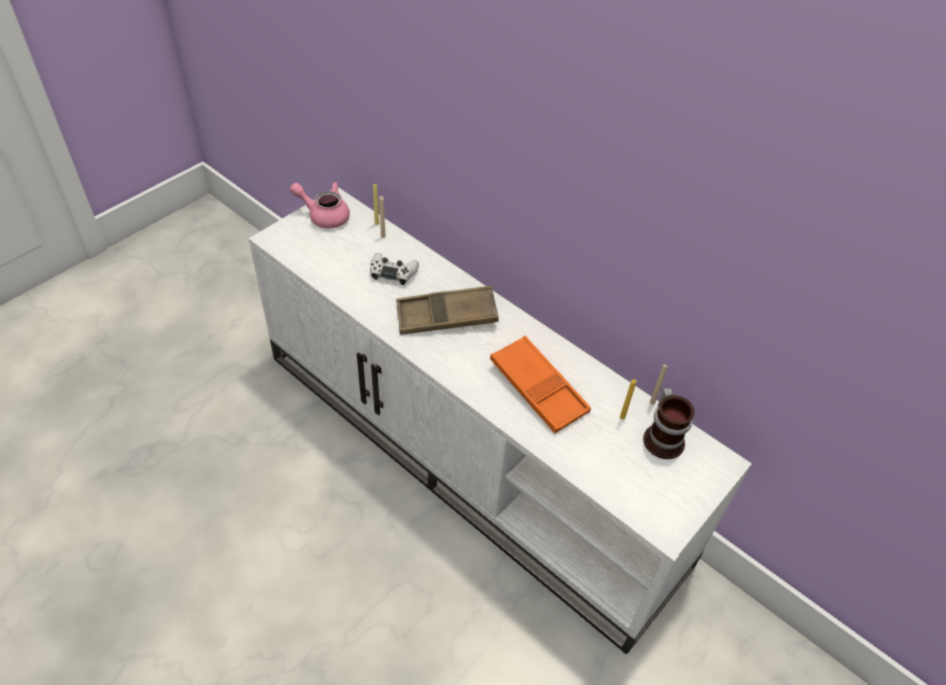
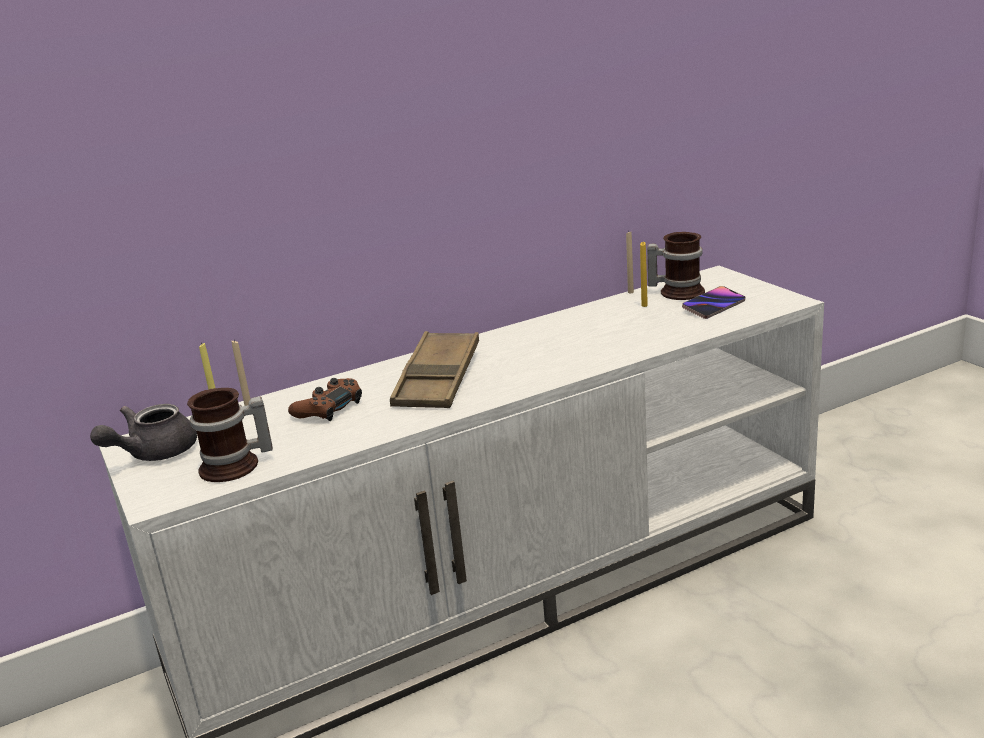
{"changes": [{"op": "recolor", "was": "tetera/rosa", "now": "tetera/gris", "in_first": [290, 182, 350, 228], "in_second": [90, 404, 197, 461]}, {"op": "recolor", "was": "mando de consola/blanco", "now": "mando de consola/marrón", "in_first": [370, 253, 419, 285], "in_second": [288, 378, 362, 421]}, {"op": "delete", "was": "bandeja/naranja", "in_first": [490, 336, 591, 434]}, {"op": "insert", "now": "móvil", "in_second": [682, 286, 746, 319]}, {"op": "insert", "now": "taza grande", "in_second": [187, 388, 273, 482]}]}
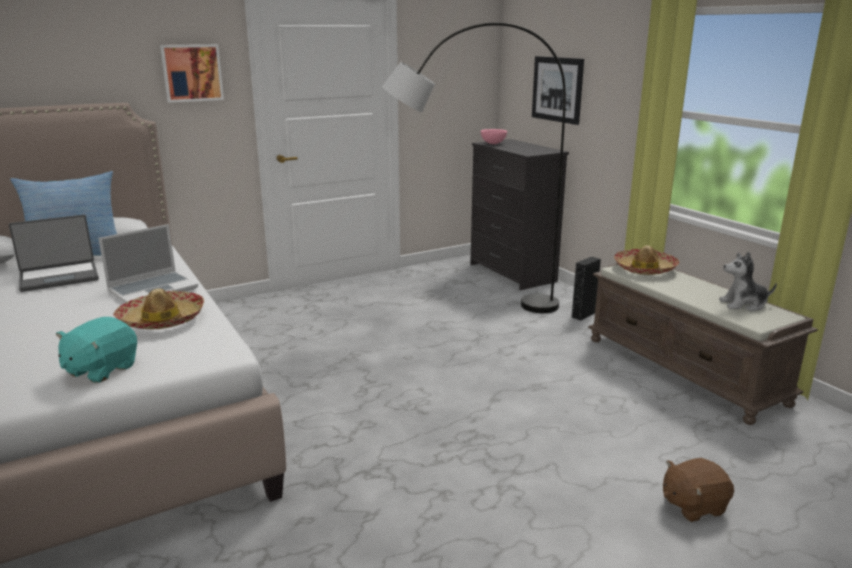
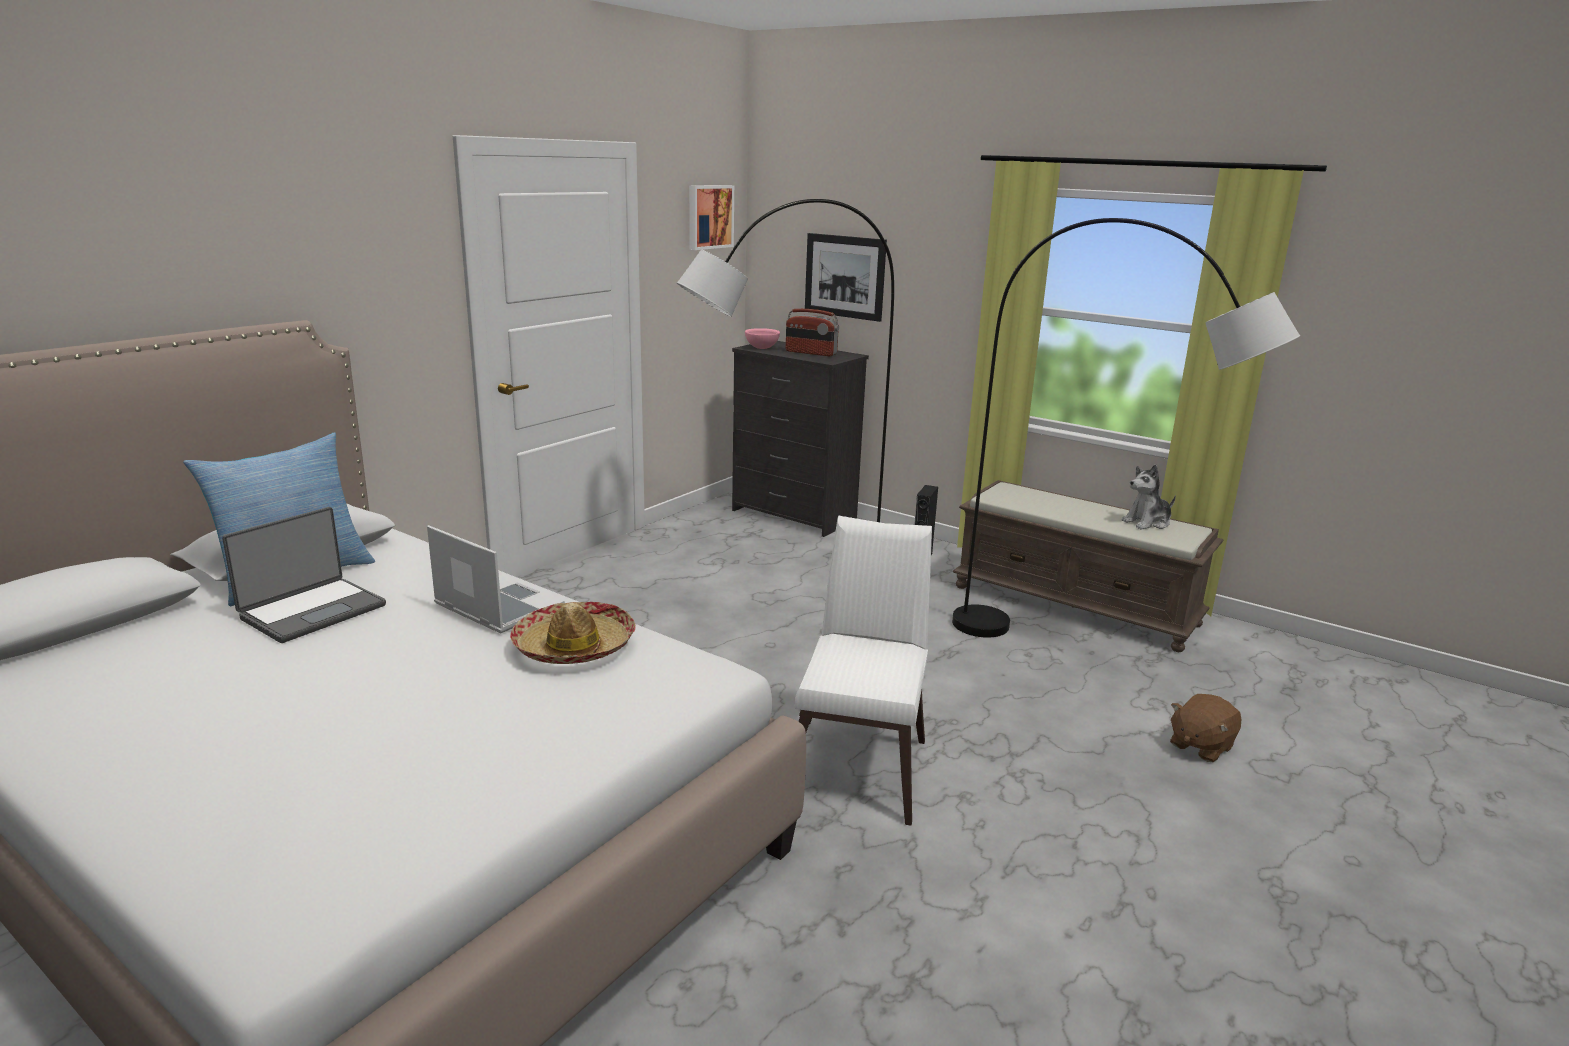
{"changes": [{"op": "move", "was": "cuadro", "in_first": [160, 44, 224, 103], "in_second": [689, 185, 734, 250]}, {"op": "rotate", "was": "portátil", "in_first": [98, 224, 198, 303], "in_second": [427, 525, 565, 634], "clockwise": -75}, {"op": "delete", "was": "sombrero", "in_first": [614, 245, 679, 275]}, {"op": "delete", "was": "peluche/turquesa", "in_first": [56, 317, 137, 383]}, {"op": "insert", "now": "lámpara de pie/gris", "in_second": [952, 218, 1300, 638]}, {"op": "insert", "now": "radio", "in_second": [786, 309, 839, 356]}, {"op": "insert", "now": "silla/blanco", "in_second": [795, 516, 932, 826]}]}
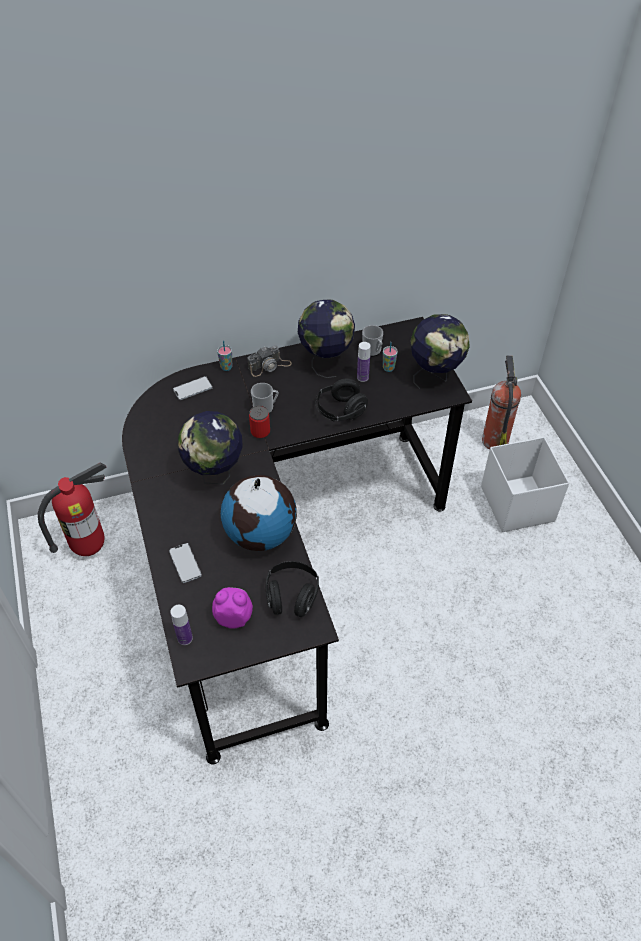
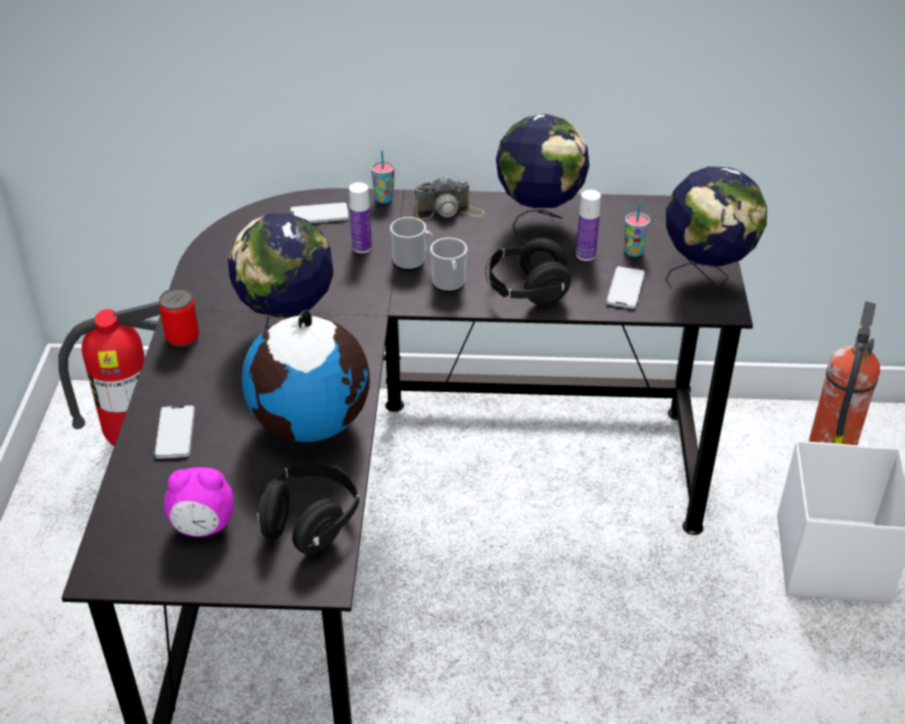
{"changes": [{"op": "move", "was": "taza grande", "in_first": [362, 325, 383, 357], "in_second": [430, 238, 467, 292]}, {"op": "move", "was": "lata", "in_first": [249, 405, 270, 439], "in_second": [159, 288, 199, 347]}, {"op": "rotate", "was": "despertador", "in_first": [212, 587, 253, 629], "in_second": [164, 467, 234, 537], "clockwise": 150}, {"op": "move", "was": "botella", "in_first": [170, 605, 193, 645], "in_second": [349, 182, 372, 253]}, {"op": "insert", "now": "móvil", "in_second": [606, 266, 645, 309]}]}
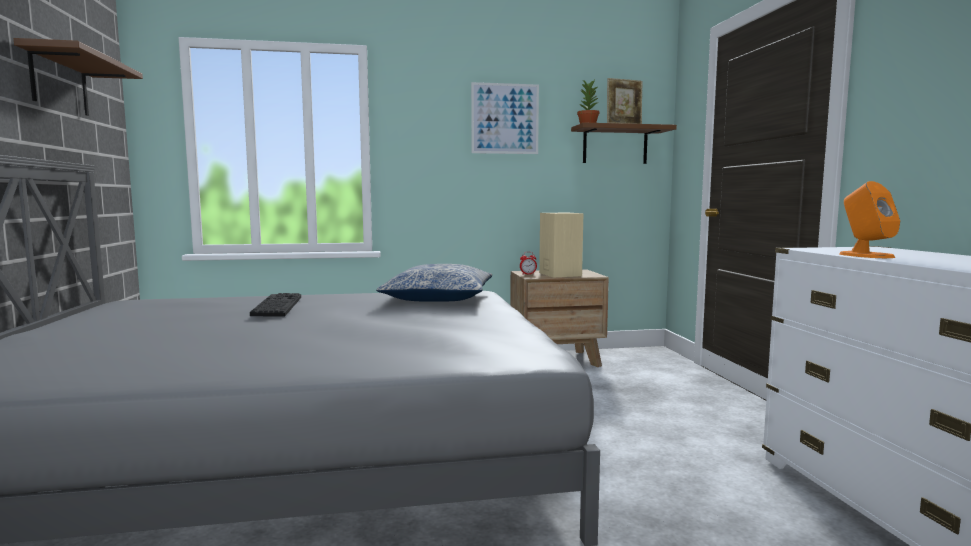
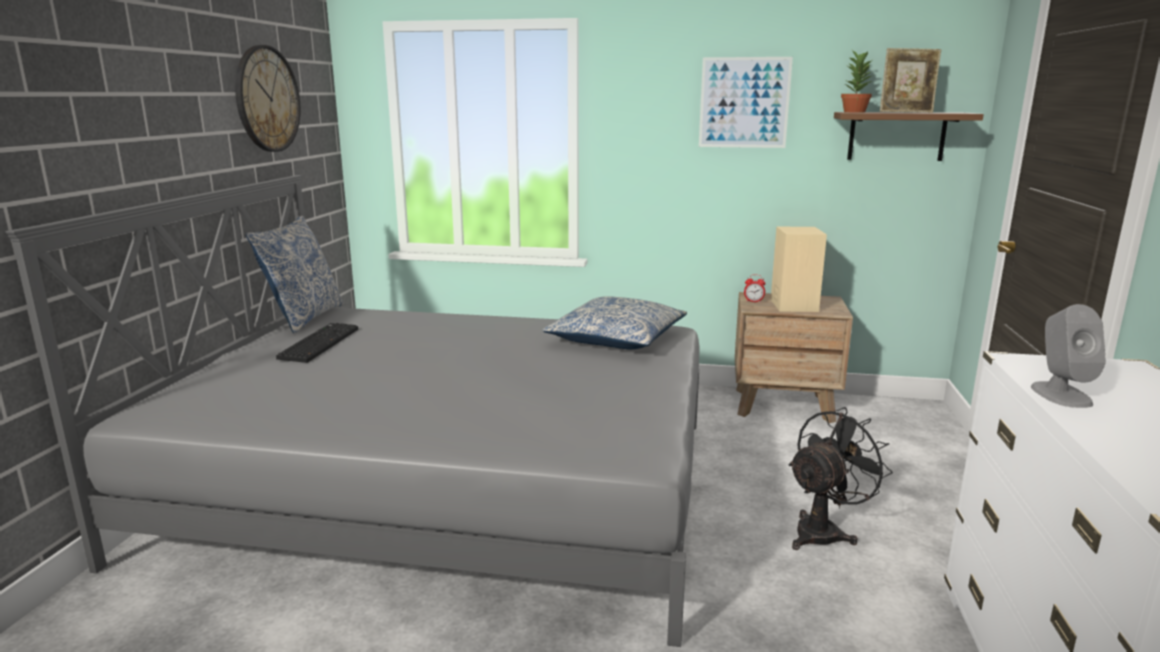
{"changes": [{"op": "replace", "was": "estante/marrón", "now": "reloj de pared", "in_first": [13, 38, 143, 116], "in_second": [235, 45, 301, 152]}, {"op": "recolor", "was": "altavoz/naranja", "now": "altavoz/gris", "in_first": [839, 181, 900, 258], "in_second": [1031, 304, 1106, 408]}, {"op": "move", "was": "teclado", "in_first": [250, 293, 301, 317], "in_second": [276, 323, 358, 363]}, {"op": "insert", "now": "cojín", "in_second": [246, 216, 344, 333]}, {"op": "insert", "now": "ventilador/negro", "in_second": [788, 407, 893, 550]}]}
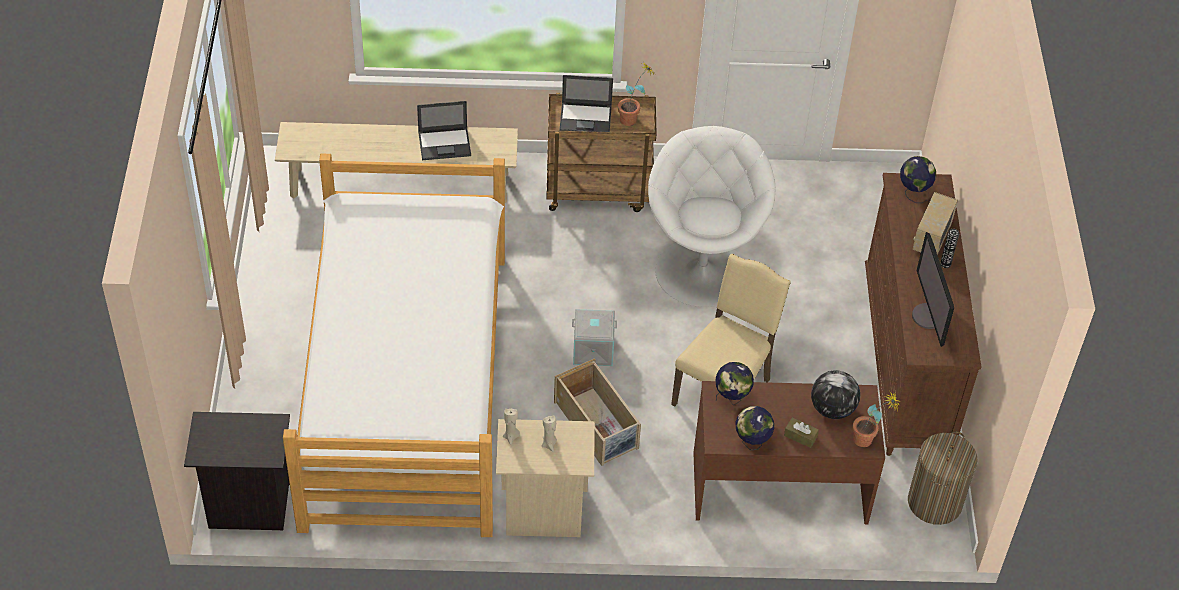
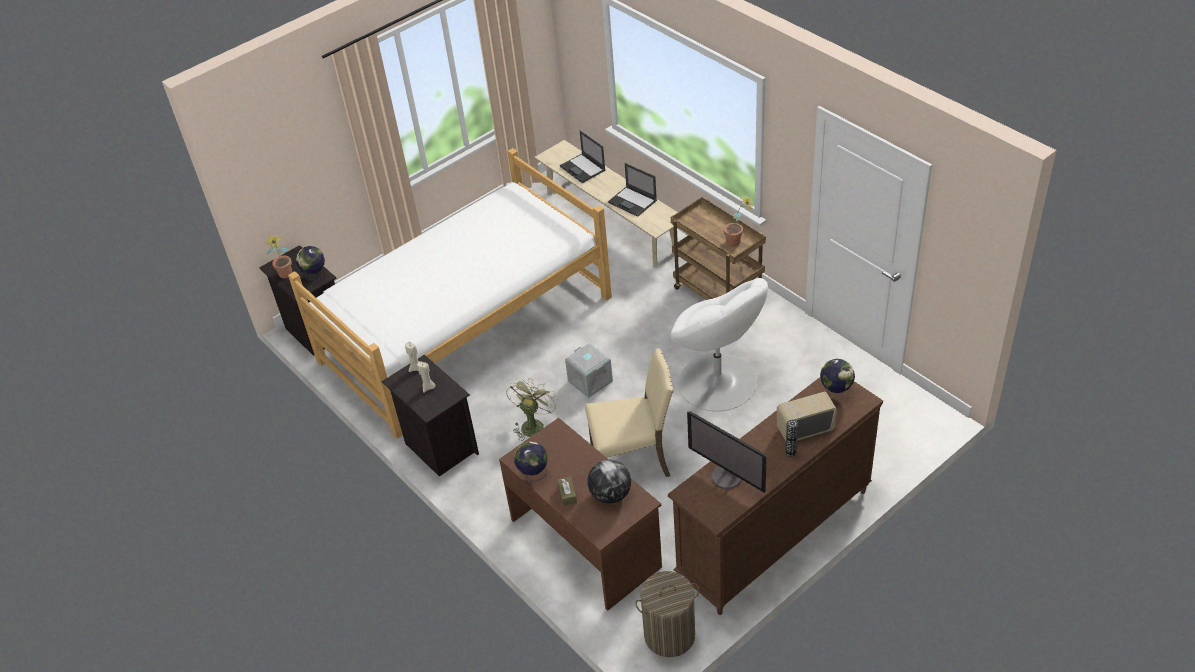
{"changes": [{"op": "move", "was": "portátil", "in_first": [559, 75, 613, 132], "in_second": [560, 131, 606, 183]}, {"op": "rotate", "was": "sillón/blanco", "in_first": [648, 126, 776, 307], "in_second": [670, 278, 768, 411], "clockwise": 90}, {"op": "rotate", "was": "monitor", "in_first": [912, 232, 954, 347], "in_second": [687, 411, 767, 493], "clockwise": -90}, {"op": "replace", "was": "caja de almacenaje/beis", "now": "ventilador/verde", "in_first": [554, 358, 641, 466], "in_second": [506, 378, 558, 441]}, {"op": "move", "was": "globo terráqueo", "in_first": [716, 362, 754, 406], "in_second": [296, 246, 325, 280]}, {"op": "move", "was": "planta en maceta", "in_first": [852, 391, 901, 447], "in_second": [265, 234, 292, 278]}, {"op": "recolor", "was": "mesita de noche/beis", "now": "mesita de noche/negro", "in_first": [496, 419, 595, 537], "in_second": [382, 355, 479, 477]}]}
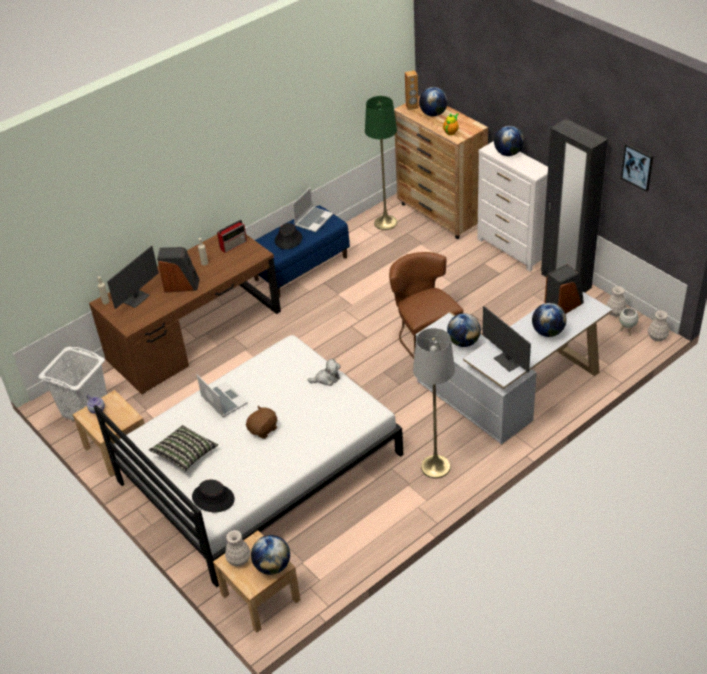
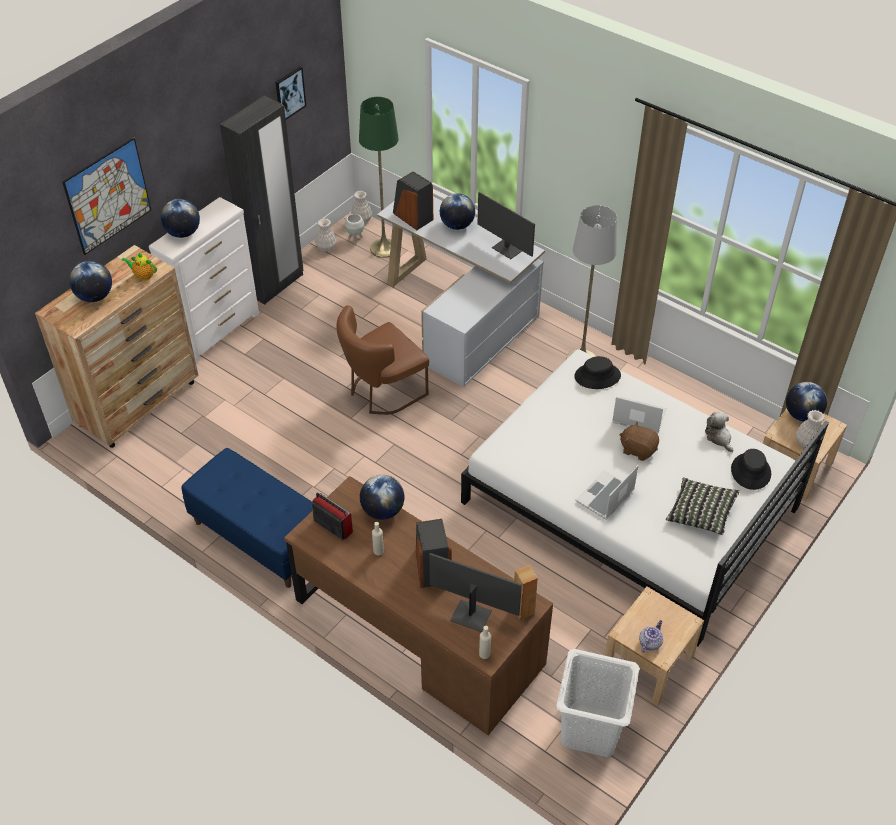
{"changes": [{"op": "move", "was": "altavoz/marrón", "in_first": [405, 70, 418, 110], "in_second": [514, 565, 538, 620]}, {"op": "move", "was": "lámpara de pie/verde", "in_first": [365, 96, 398, 230], "in_second": [359, 97, 399, 258]}, {"op": "move", "was": "portátil", "in_first": [292, 187, 333, 232], "in_second": [612, 397, 666, 434]}, {"op": "move", "was": "sombrero/negro", "in_first": [275, 223, 302, 249], "in_second": [574, 356, 621, 389]}, {"op": "rotate", "was": "monitor", "in_first": [482, 306, 531, 372], "in_second": [478, 192, 535, 259], "clockwise": 90}, {"op": "move", "was": "globo terráqueo", "in_first": [447, 313, 481, 347], "in_second": [360, 475, 404, 520]}, {"op": "move", "was": "peluche", "in_first": [307, 359, 341, 386], "in_second": [705, 412, 734, 452]}, {"op": "insert", "now": "cuadro", "in_second": [62, 137, 151, 255]}]}
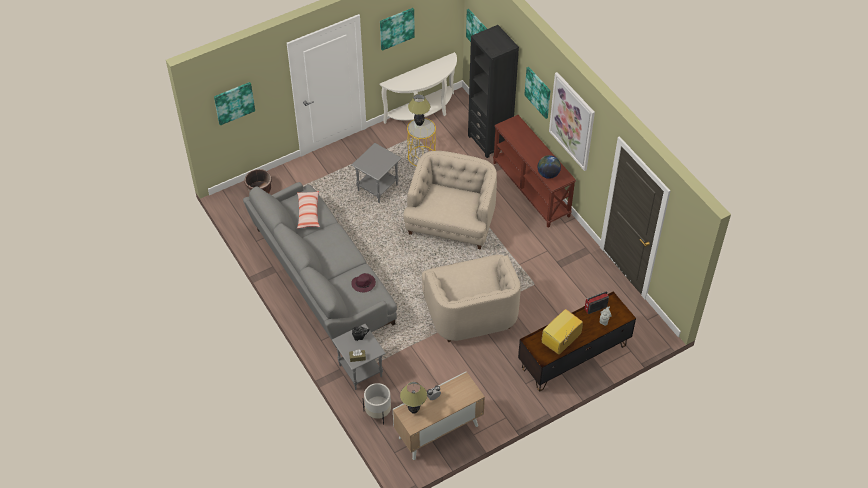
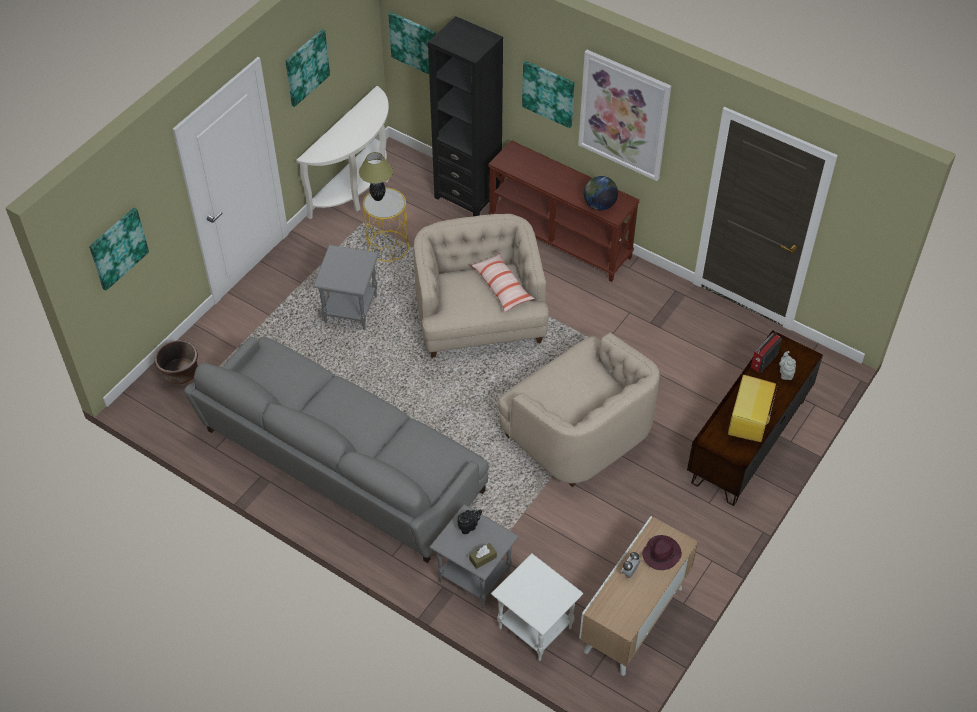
{"changes": [{"op": "move", "was": "cojín", "in_first": [297, 191, 320, 229], "in_second": [471, 253, 534, 312]}, {"op": "move", "was": "sombrero/morado", "in_first": [351, 273, 376, 292], "in_second": [642, 535, 682, 570]}, {"op": "delete", "was": "lámpara de mesa", "in_first": [400, 382, 427, 414]}, {"op": "replace", "was": "maceta/blanco", "now": "mesa auxiliar/blanco", "in_first": [363, 383, 391, 425], "in_second": [491, 553, 584, 661]}]}
